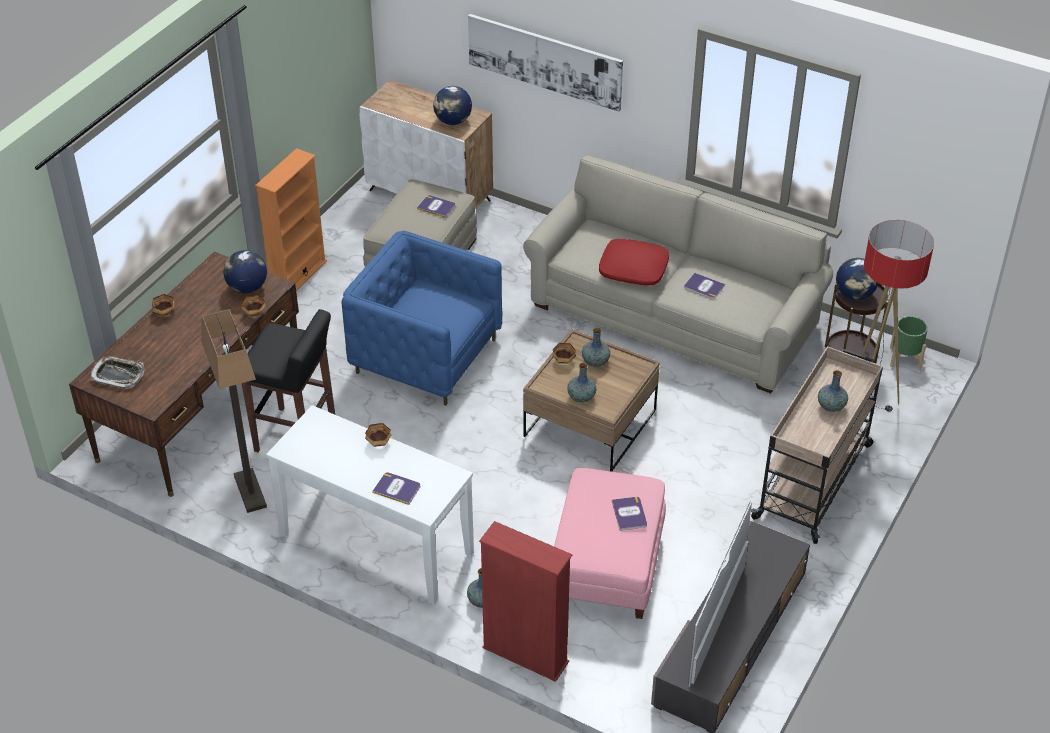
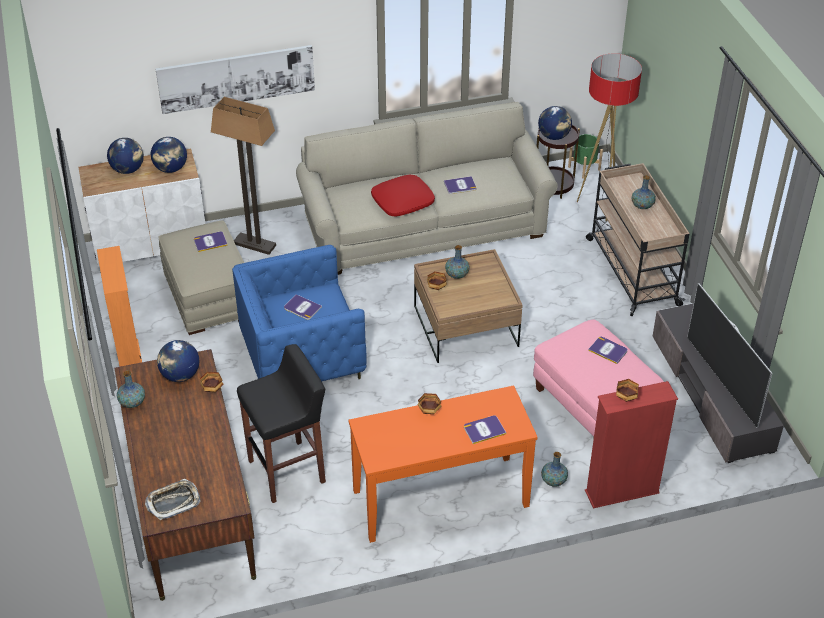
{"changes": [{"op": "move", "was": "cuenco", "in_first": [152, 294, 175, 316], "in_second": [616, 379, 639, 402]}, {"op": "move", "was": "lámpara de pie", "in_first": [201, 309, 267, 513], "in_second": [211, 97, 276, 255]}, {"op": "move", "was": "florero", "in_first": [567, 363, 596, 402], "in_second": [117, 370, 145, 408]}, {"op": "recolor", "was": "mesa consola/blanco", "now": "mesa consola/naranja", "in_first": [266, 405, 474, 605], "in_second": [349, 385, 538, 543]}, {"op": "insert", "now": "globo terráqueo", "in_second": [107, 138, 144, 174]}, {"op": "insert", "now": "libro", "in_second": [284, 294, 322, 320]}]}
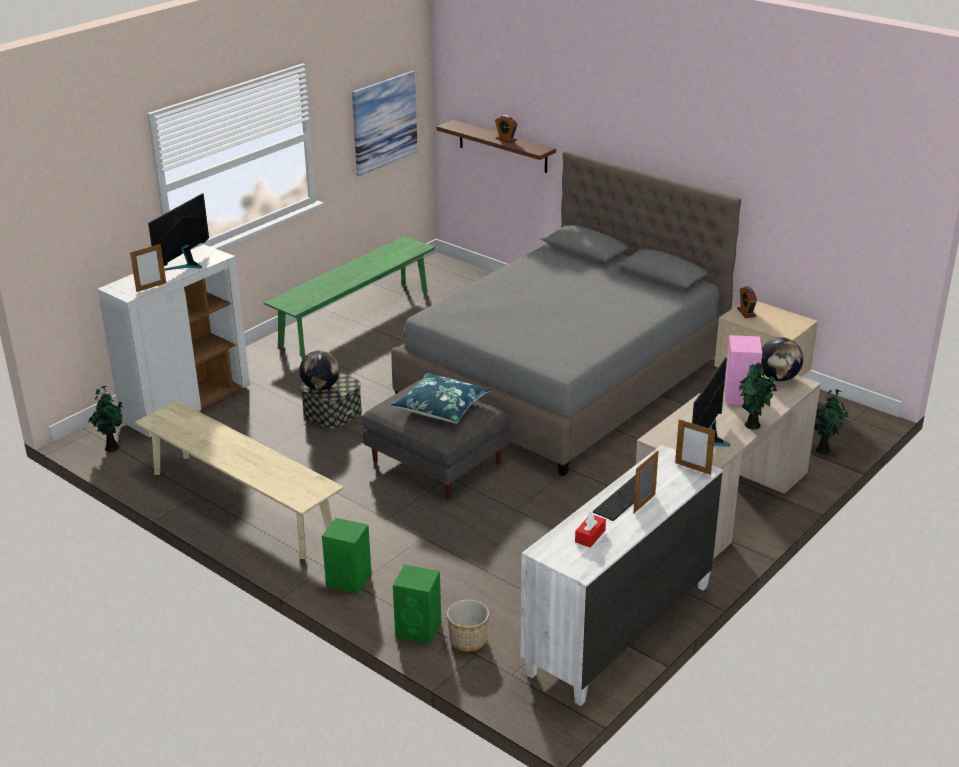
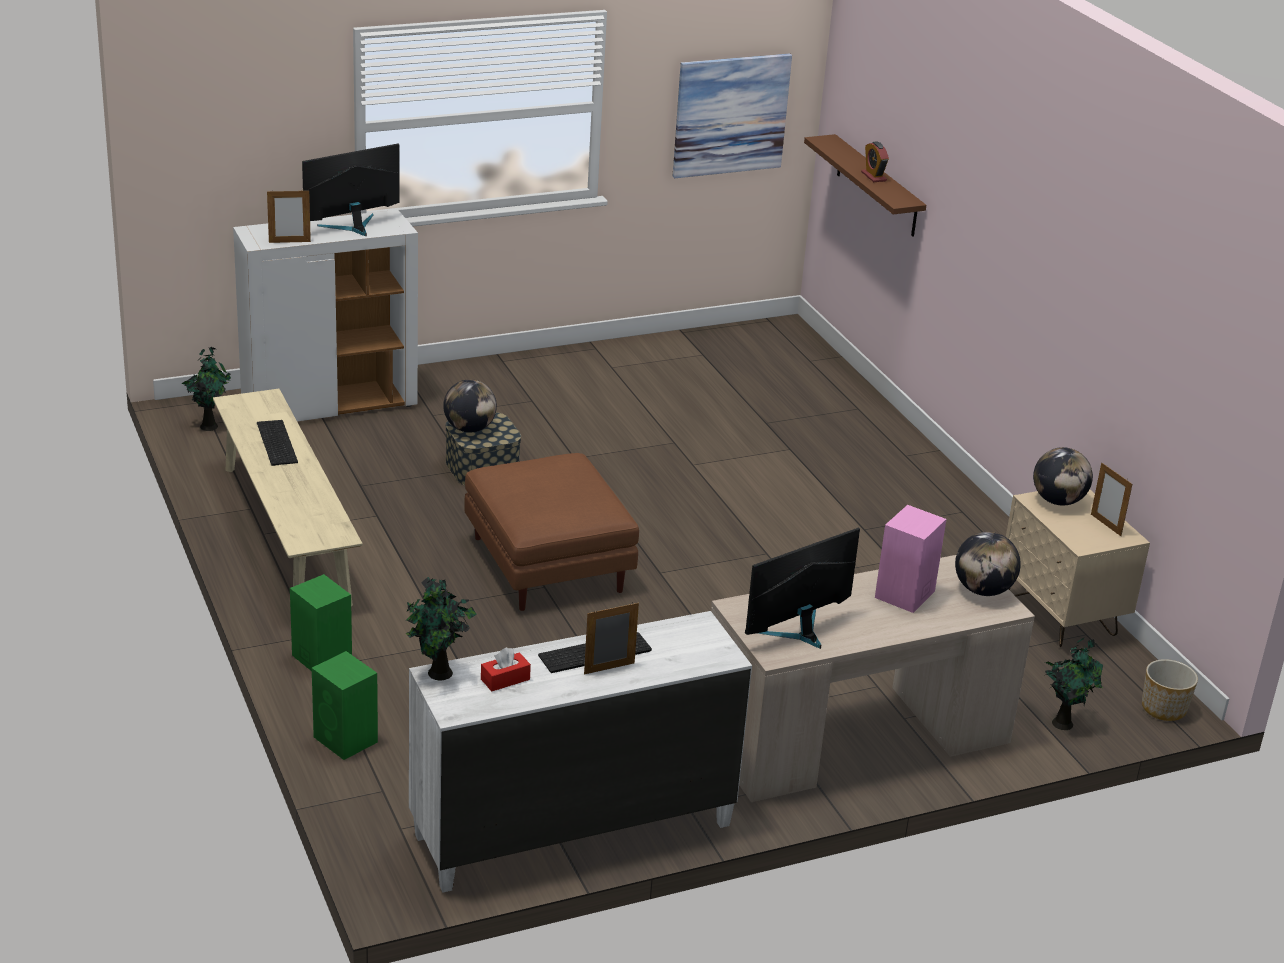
{"changes": [{"op": "delete", "was": "cama/gris", "in_first": [391, 150, 741, 476]}, {"op": "delete", "was": "banco/verde", "in_first": [264, 236, 435, 357]}, {"op": "replace", "was": "despertador", "now": "globo terráqueo", "in_first": [737, 286, 757, 318], "in_second": [1033, 447, 1093, 506]}, {"op": "move", "was": "planta en maceta", "in_first": [739, 362, 777, 430], "in_second": [406, 577, 477, 680]}, {"op": "delete", "was": "cojín/azul", "in_first": [391, 373, 491, 423]}, {"op": "recolor", "was": "puf/gris", "now": "puf/marrón", "in_first": [363, 379, 510, 499], "in_second": [464, 453, 639, 611]}, {"op": "move", "was": "portarretratos", "in_first": [675, 419, 715, 475], "in_second": [1091, 463, 1132, 536]}, {"op": "move", "was": "maceta", "in_first": [447, 600, 489, 652], "in_second": [1142, 659, 1198, 721]}, {"op": "insert", "now": "teclado", "in_second": [257, 420, 298, 466]}]}
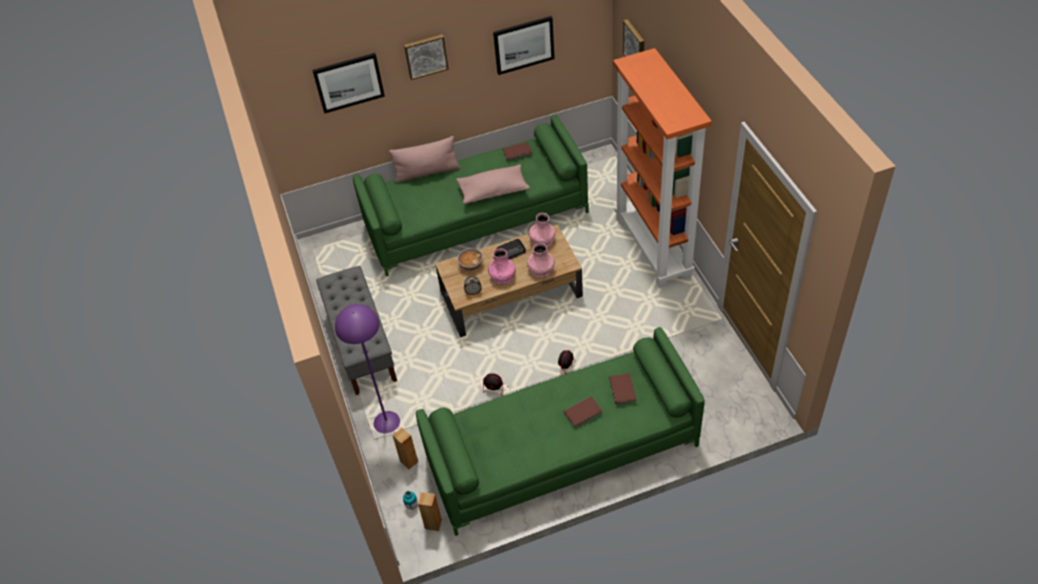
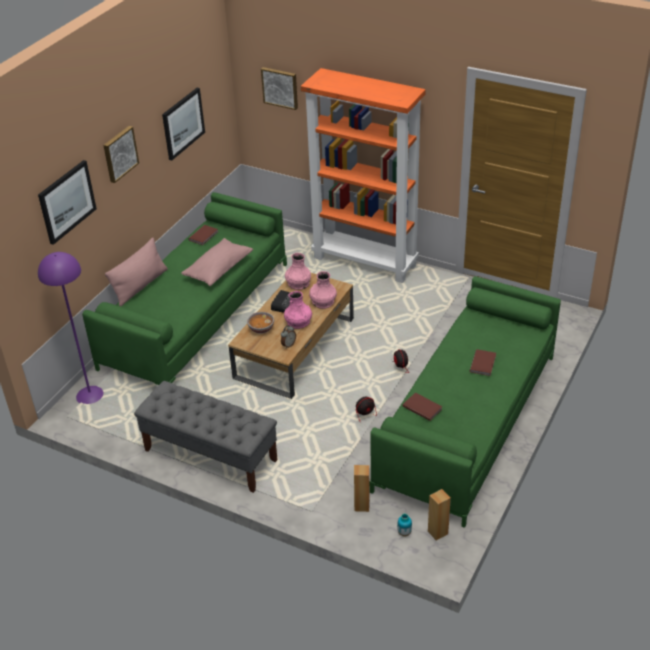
{"changes": [{"op": "move", "was": "lámpara de pie/morado", "in_first": [335, 304, 400, 434], "in_second": [38, 252, 103, 404]}, {"op": "move", "was": "libro/marrón", "in_first": [609, 373, 636, 405], "in_second": [403, 393, 443, 421]}]}
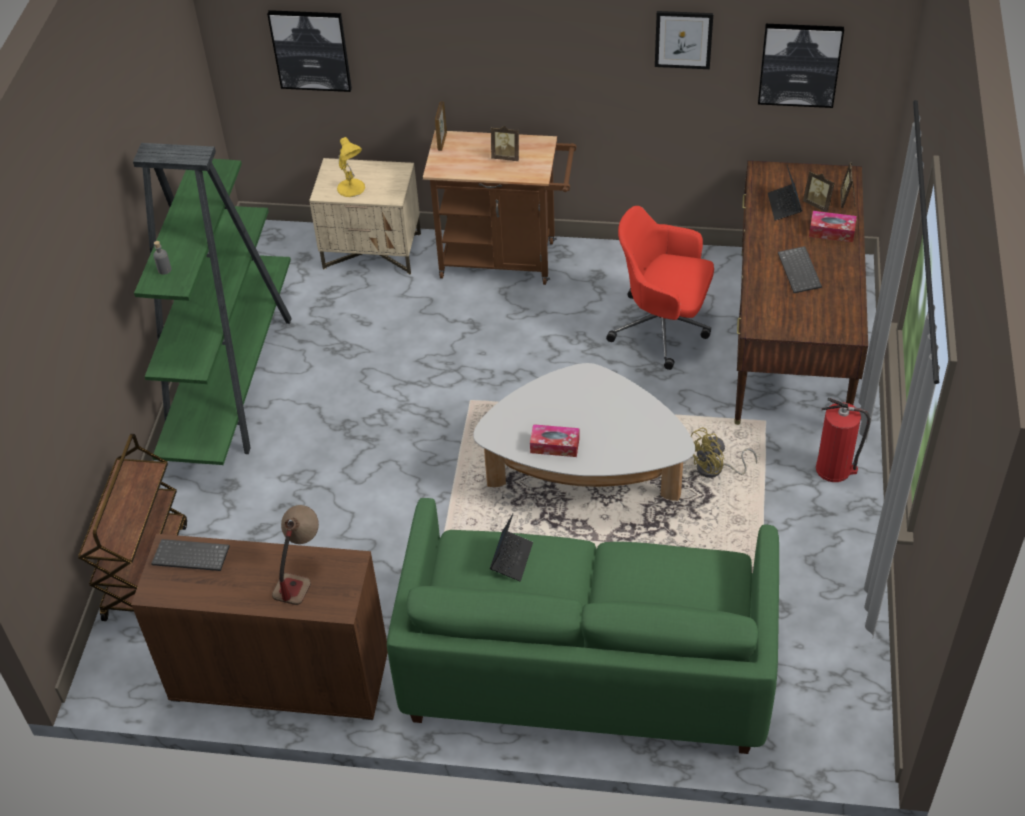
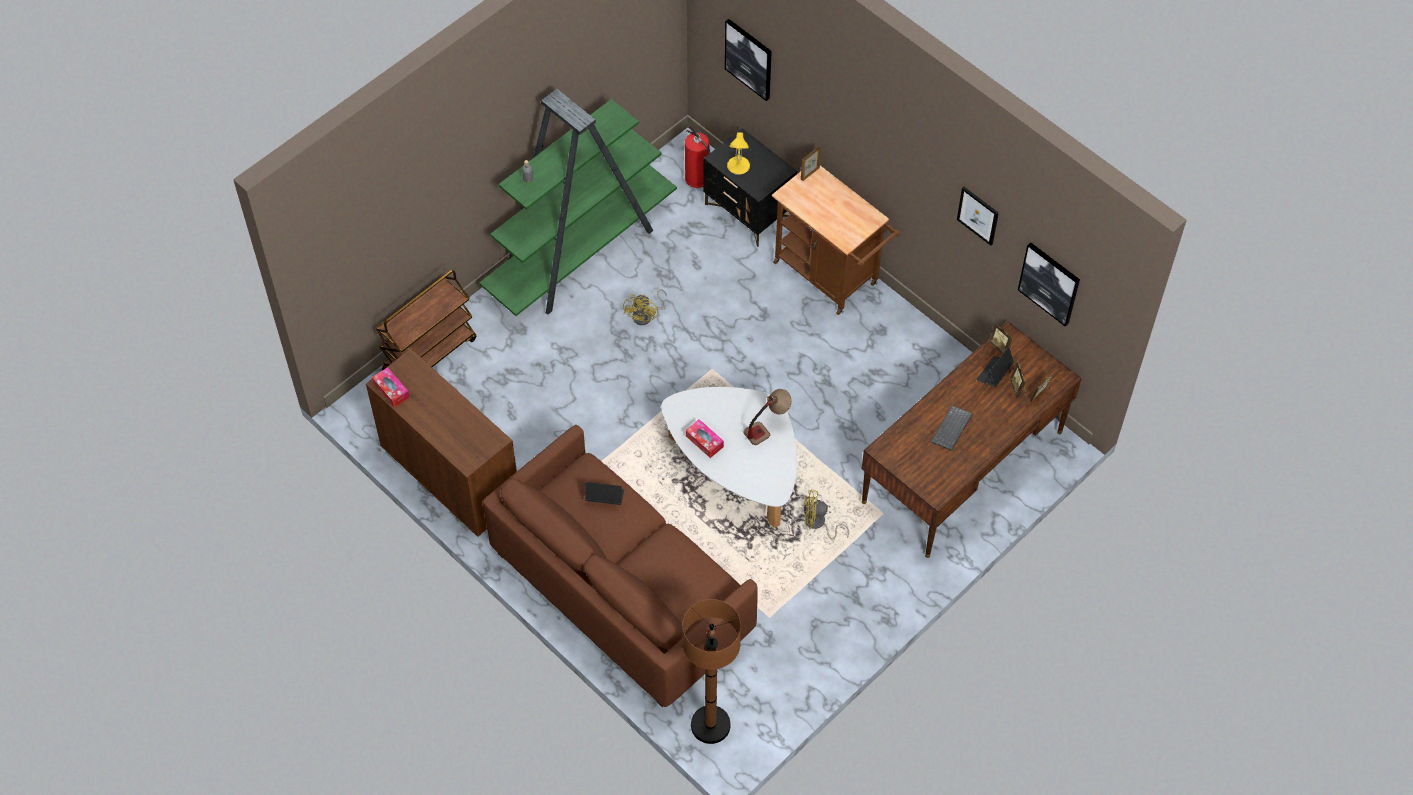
{"changes": [{"op": "move", "was": "portarretratos", "in_first": [491, 126, 519, 161], "in_second": [988, 323, 1012, 354]}, {"op": "recolor", "was": "mesita de noche/beis", "now": "mesita de noche/negro", "in_first": [309, 158, 421, 275], "in_second": [704, 128, 797, 247]}, {"op": "delete", "was": "silla de oficina/rojo", "in_first": [606, 206, 714, 370]}, {"op": "move", "was": "caja de pañuelos", "in_first": [809, 211, 857, 242], "in_second": [372, 367, 410, 407]}, {"op": "move", "was": "extintor", "in_first": [816, 398, 871, 482], "in_second": [685, 125, 710, 188]}, {"op": "recolor", "was": "sofá/verde", "now": "sofá/marrón", "in_first": [387, 498, 779, 754], "in_second": [483, 425, 758, 707]}, {"op": "move", "was": "lámpara de mesa", "in_first": [272, 505, 319, 605], "in_second": [743, 389, 791, 445]}, {"op": "rotate", "was": "portátil", "in_first": [490, 514, 533, 581], "in_second": [585, 482, 624, 505], "clockwise": -135}, {"op": "delete", "was": "teclado", "in_first": [151, 539, 230, 571]}, {"op": "insert", "now": "ventilador/amarillo", "in_second": [623, 289, 667, 325]}, {"op": "insert", "now": "lámpara de pie/marrón", "in_second": [683, 599, 741, 744]}]}
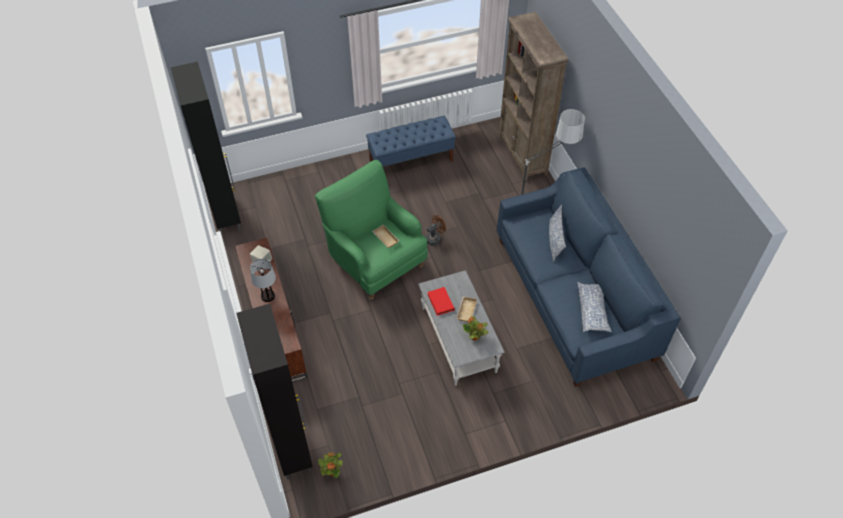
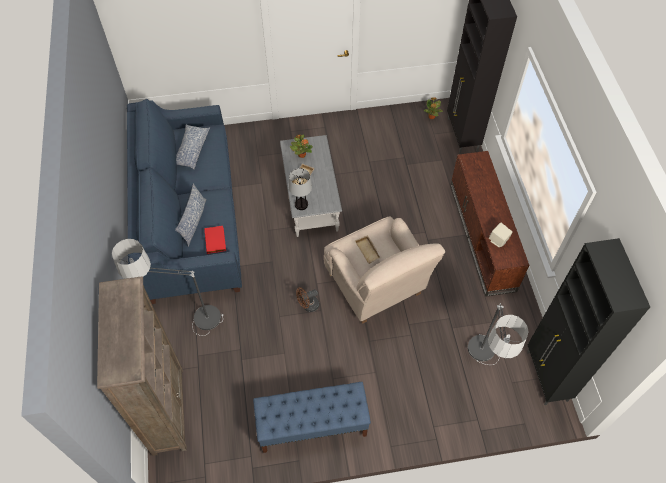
{"changes": [{"op": "recolor", "was": "sillón/verde", "now": "sillón/beis", "in_first": [315, 160, 428, 300], "in_second": [324, 216, 445, 324]}, {"op": "move", "was": "lámpara de mesa", "in_first": [250, 259, 276, 302], "in_second": [289, 168, 312, 210]}, {"op": "move", "was": "libro/rojo", "in_first": [427, 287, 455, 316], "in_second": [204, 226, 226, 254]}, {"op": "insert", "now": "lámpara de pie", "in_second": [468, 303, 529, 365]}]}
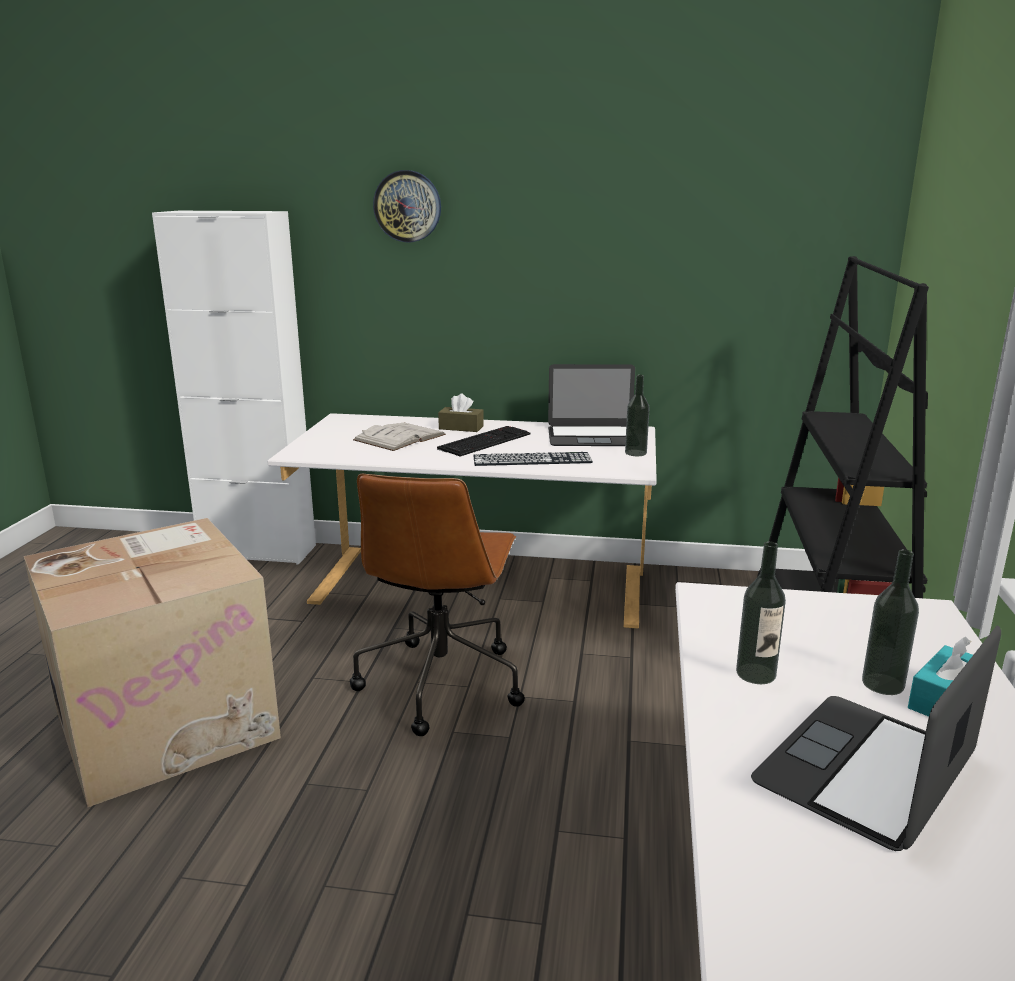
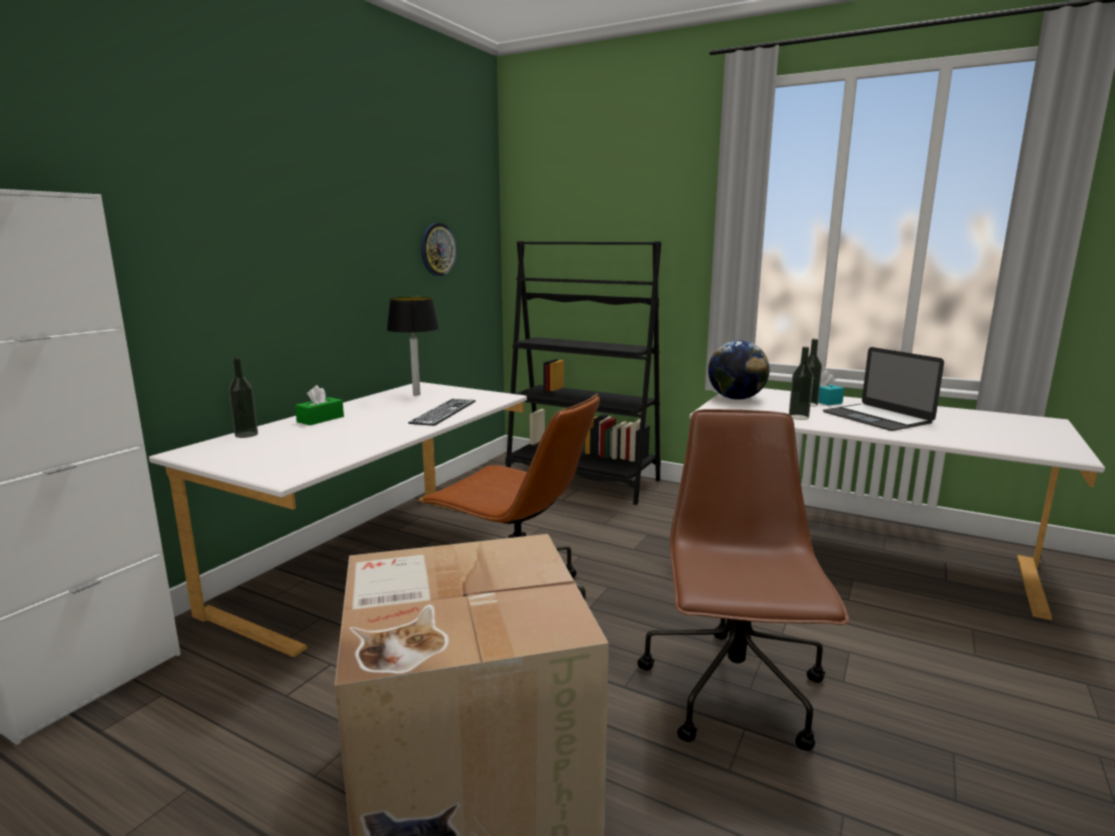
{"changes": [{"op": "move", "was": "reloj de pared", "in_first": [373, 170, 441, 242], "in_second": [421, 223, 457, 276]}, {"op": "replace", "was": "portátil", "now": "lámpara de mesa", "in_first": [548, 364, 635, 446], "in_second": [387, 297, 439, 396]}, {"op": "move", "was": "botella", "in_first": [625, 375, 650, 456], "in_second": [229, 357, 258, 438]}, {"op": "recolor", "was": "caja de pañuelos/marrón", "now": "caja de pañuelos/verde", "in_first": [438, 394, 484, 432], "in_second": [295, 385, 344, 425]}, {"op": "delete", "was": "libro/blanco", "in_first": [353, 423, 446, 451]}, {"op": "delete", "was": "teclado", "in_first": [437, 426, 530, 457]}, {"op": "insert", "now": "globo terráqueo", "in_second": [708, 340, 770, 400]}, {"op": "insert", "now": "silla de oficina/marrón", "in_second": [637, 409, 849, 751]}]}
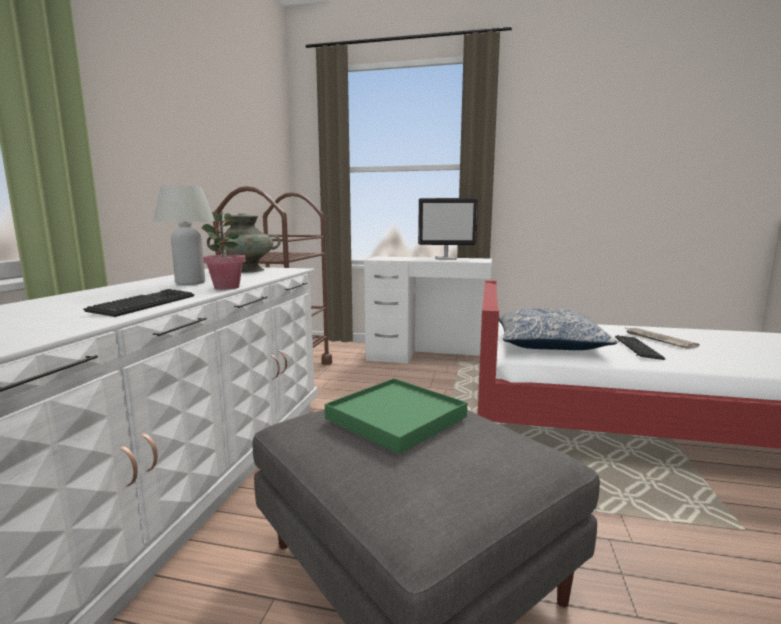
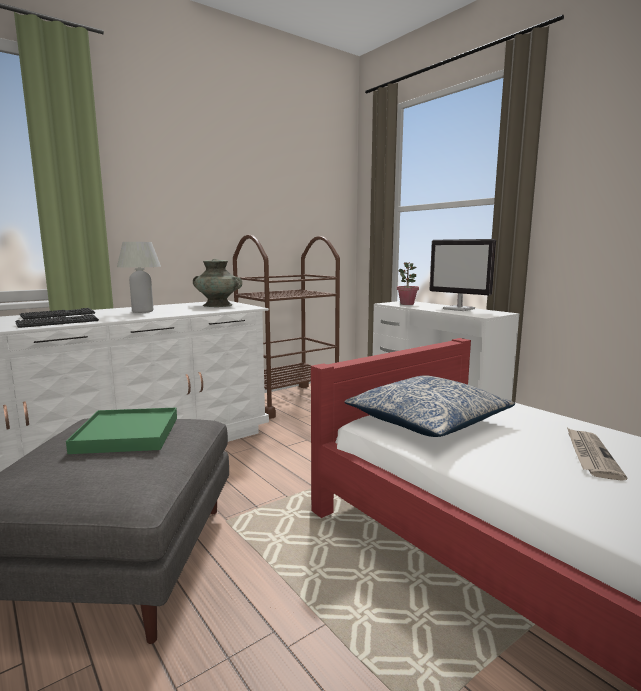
{"changes": [{"op": "move", "was": "planta en maceta", "in_first": [202, 211, 246, 290], "in_second": [397, 262, 419, 305]}, {"op": "move", "was": "teclado", "in_first": [615, 335, 665, 360], "in_second": [20, 308, 95, 320]}]}
